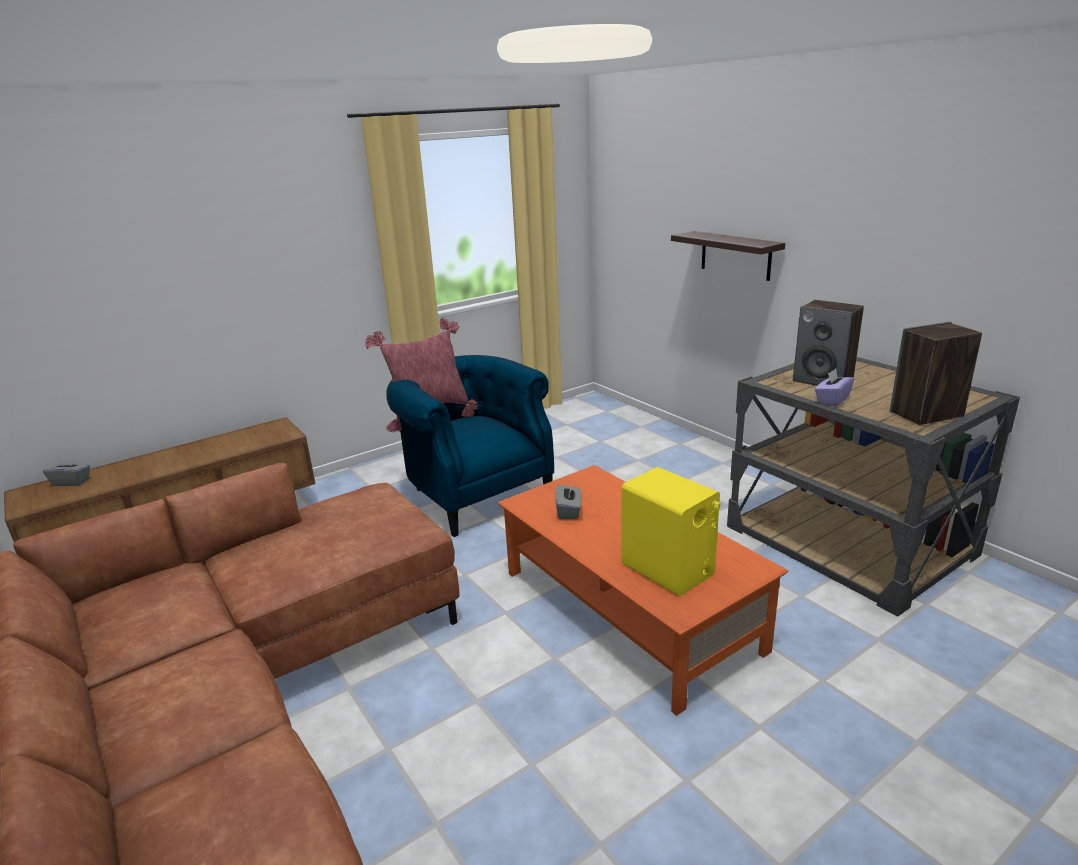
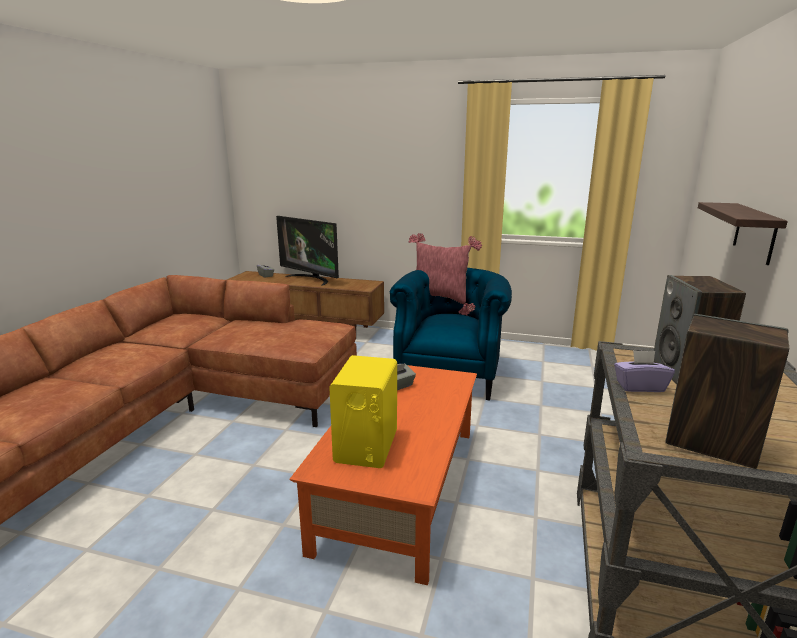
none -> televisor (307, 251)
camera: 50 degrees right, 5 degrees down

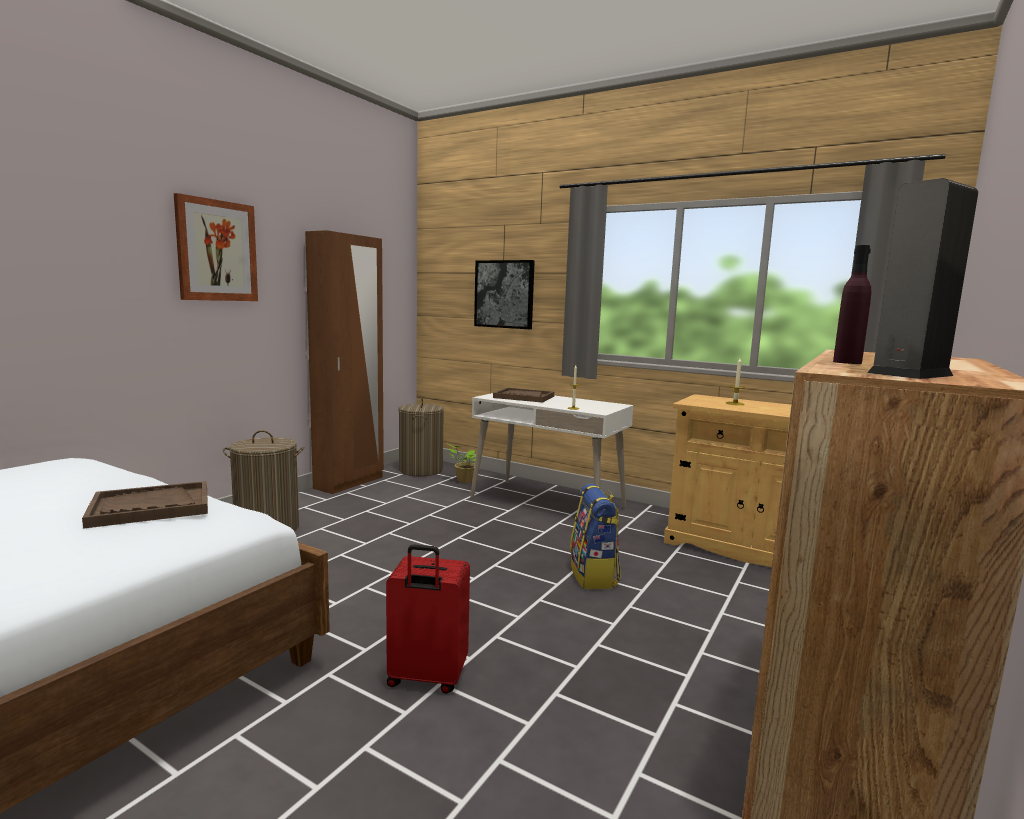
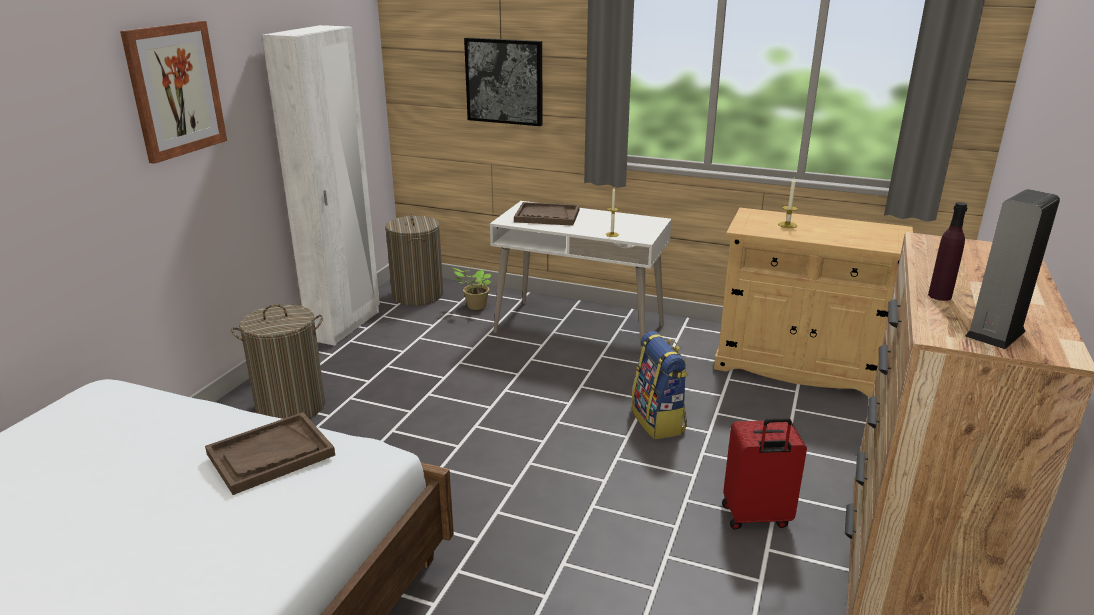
armario ropero [marrón] (344, 362) -> armario ropero [blanco] (321, 185)
maleta [rojo] (428, 619) -> maleta [rojo] (764, 474), moved
camera: 10 degrees left, 15 degrees up

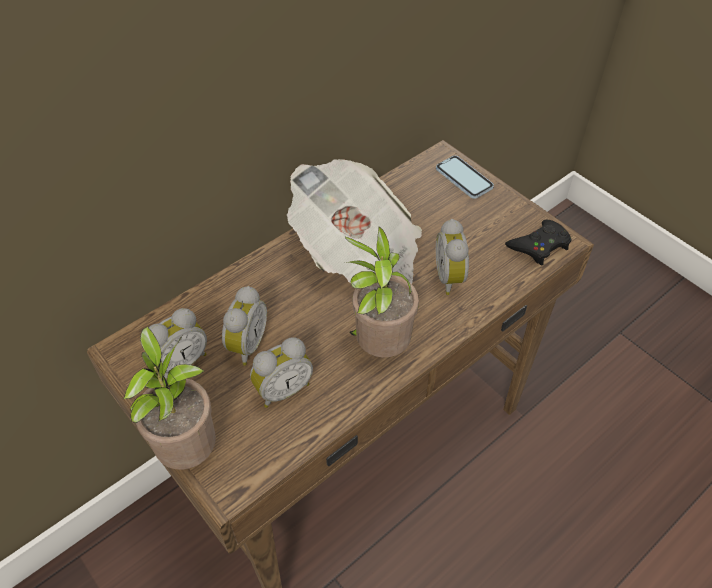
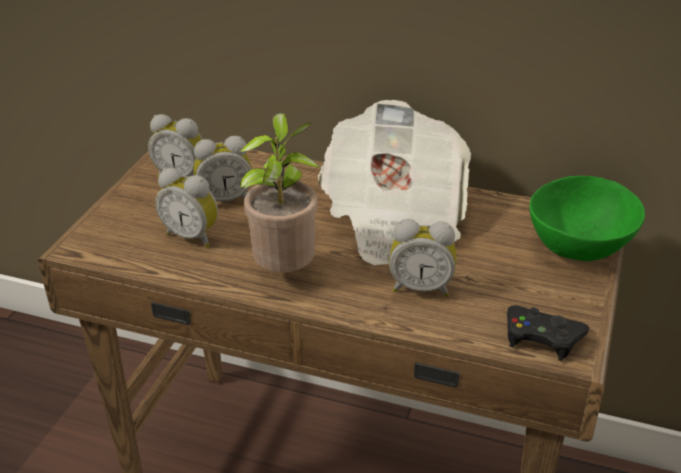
planta en maceta (169, 398) -> none
móvil (465, 177) -> cuenco [verde] (587, 218)
despertador (452, 257) -> despertador (422, 258), 135 degrees counterclockwise
camera: 60 degrees right, 15 degrees down

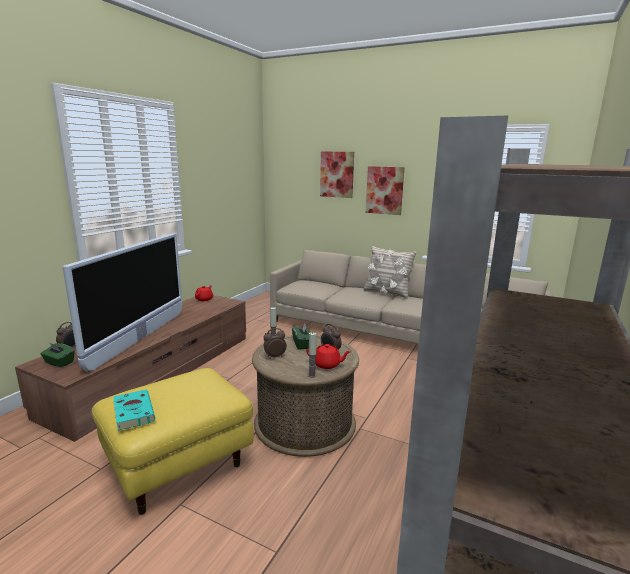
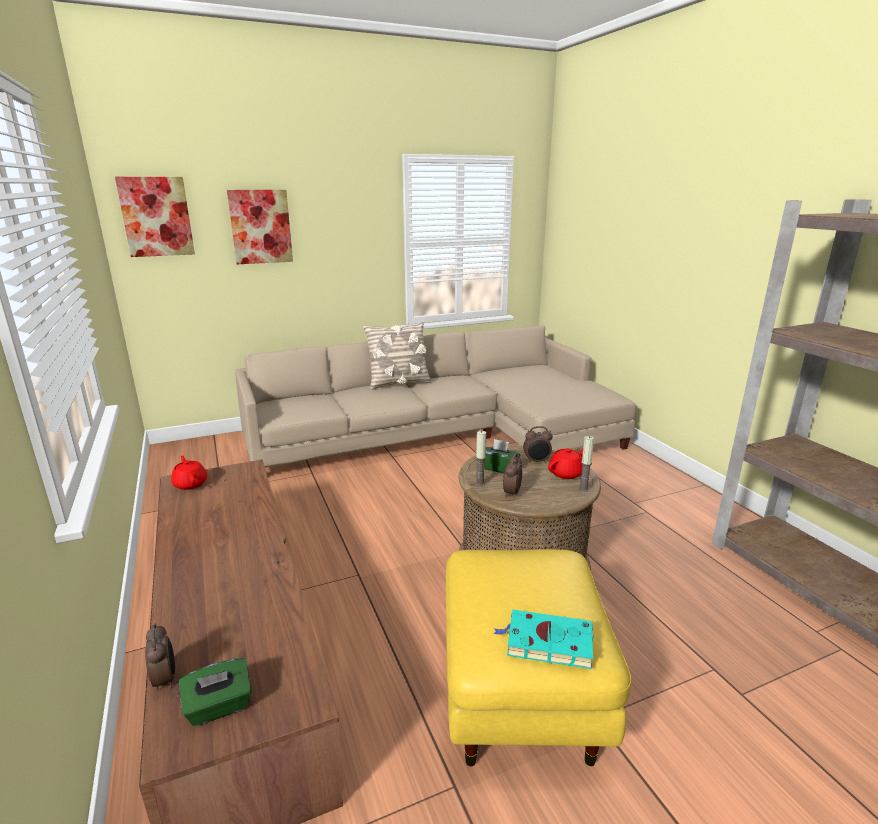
televisor (122, 302) -> none
cuadro (385, 190) -> cuadro (155, 217), moved
camera: 50 degrees left, 5 degrees up

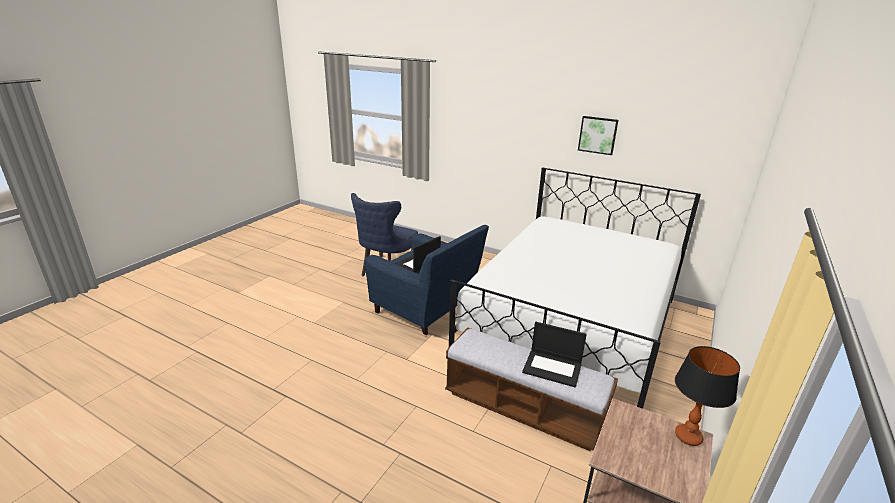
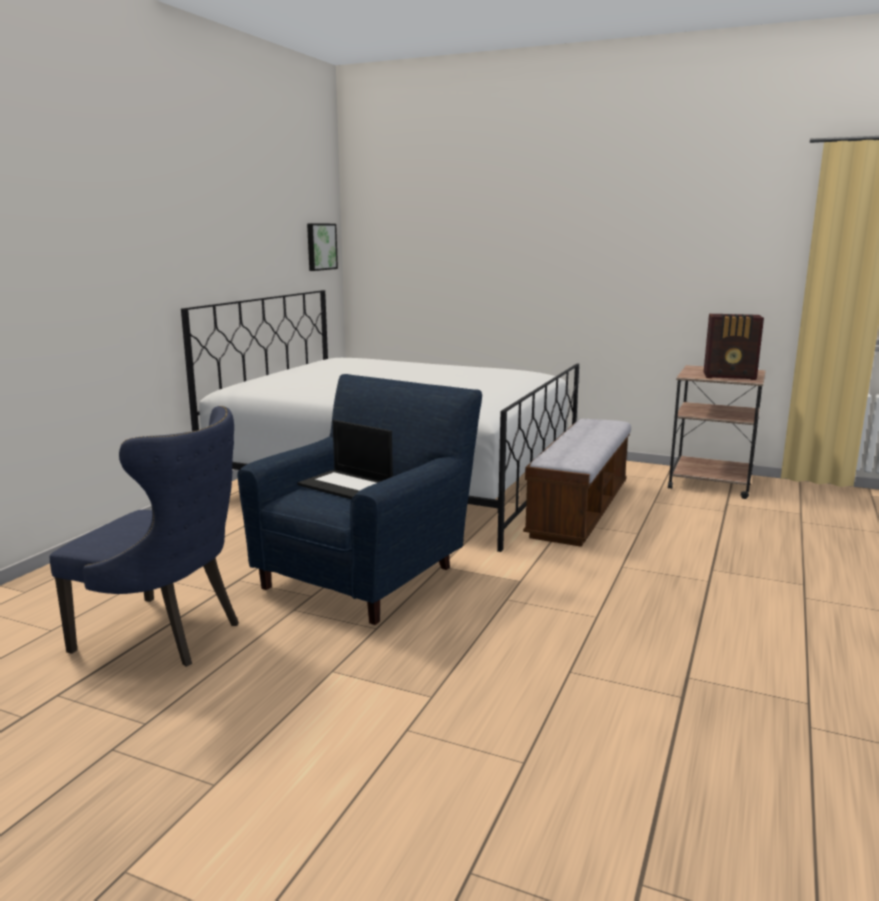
portátil (554, 355) -> none
cuadro (598, 135) -> cuadro (322, 247), moved
lámpara de mesa (707, 396) -> none
none -> radio (734, 347)
camera: 95 degrees left, 10 degrees down

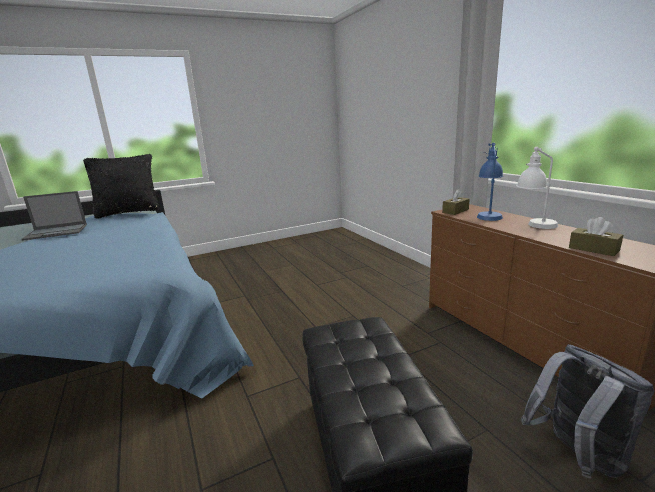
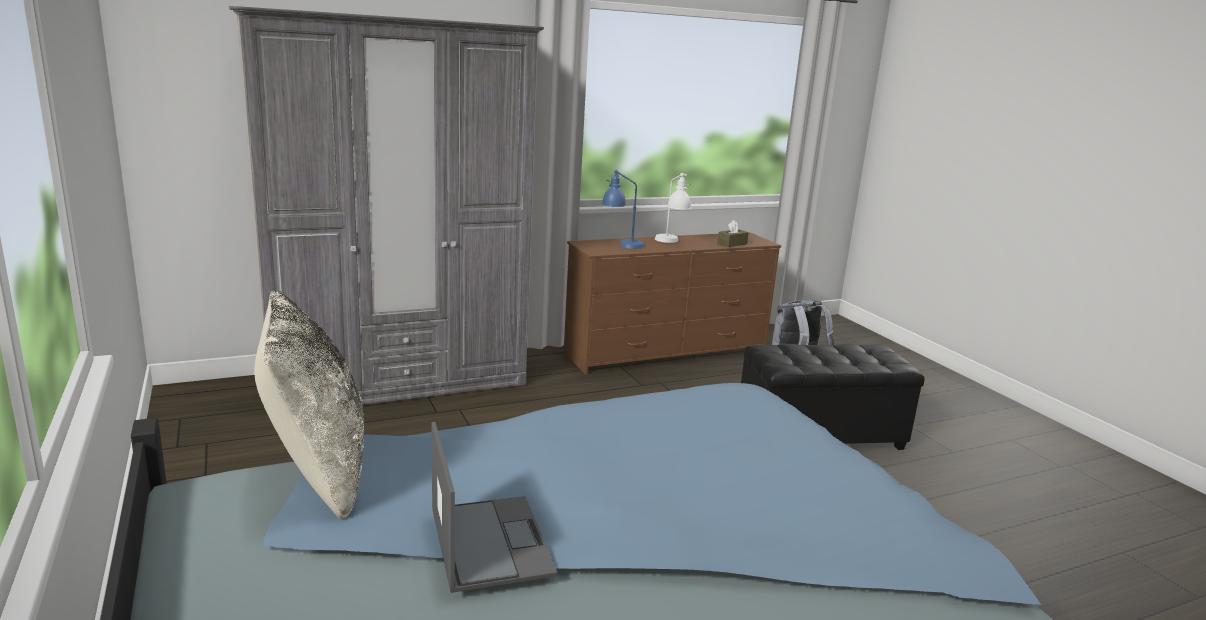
cojín [negro] (121, 186) -> cojín [beis] (309, 405)
caja de pañuelos [marrón] (456, 202) -> none
none -> armario ropero [gris] (386, 205)
camera: 90 degrees left, 0 degrees up

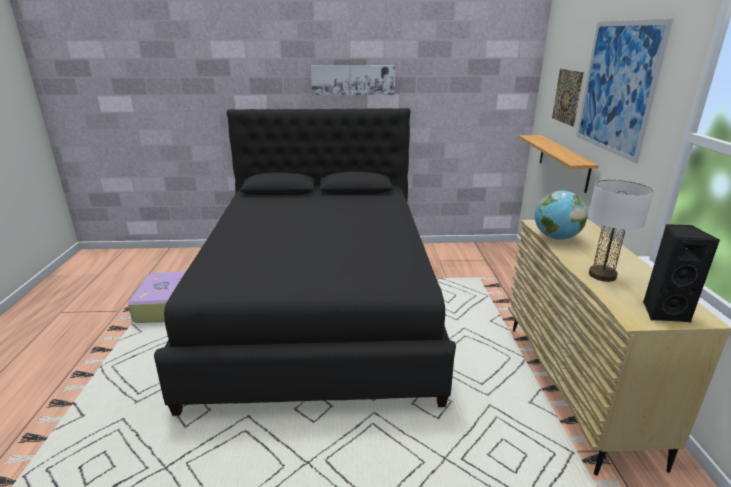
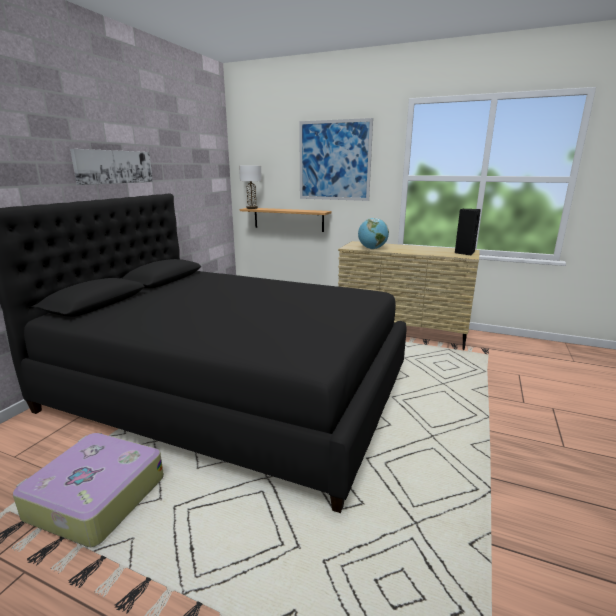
cuadro (568, 98) -> none
lámpara de mesa (621, 231) -> lámpara de mesa (250, 187), moved
camera: 65 degrees left, 5 degrees down

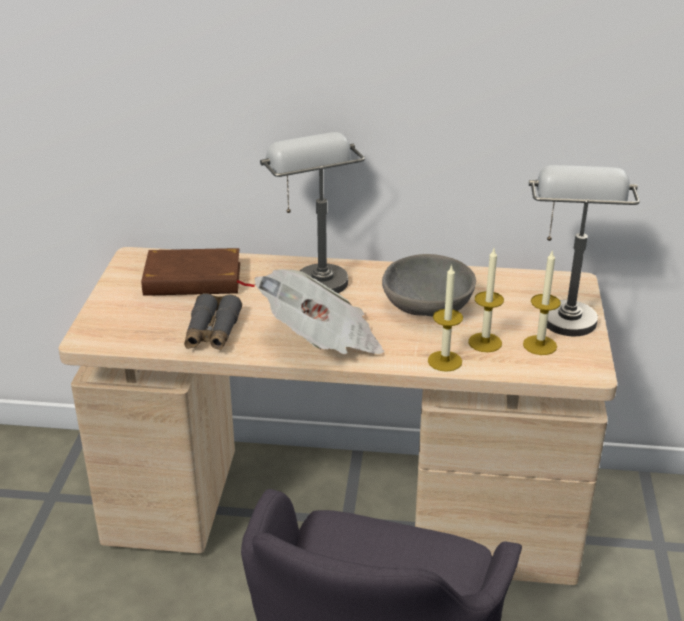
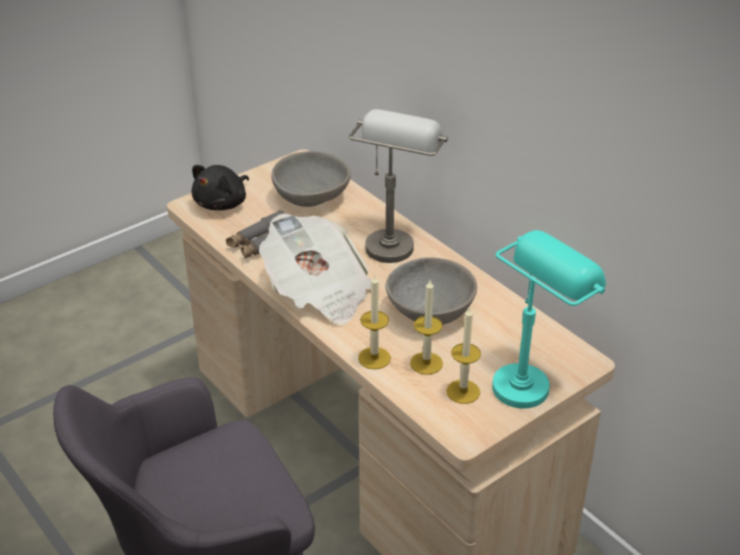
libro [marrón] (198, 272) -> cuenco [gris] (311, 179)
lámpara de mesa [gris] (584, 250) -> lámpara de mesa [turquesa] (549, 319)
none -> peluche [negro] (220, 187)
camera: 45 degrees right, 5 degrees up

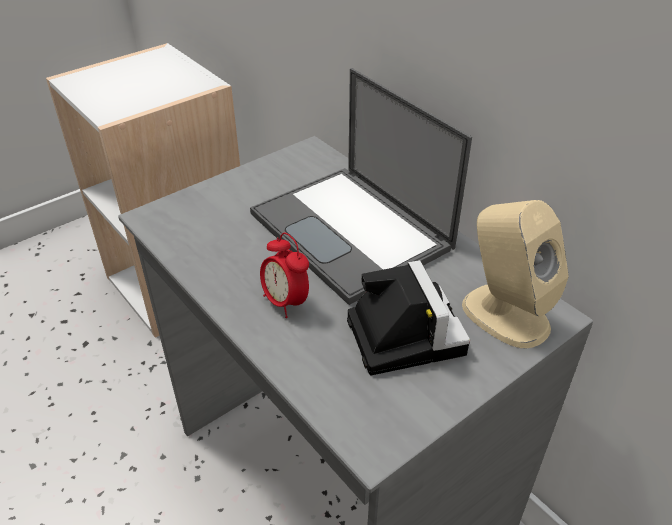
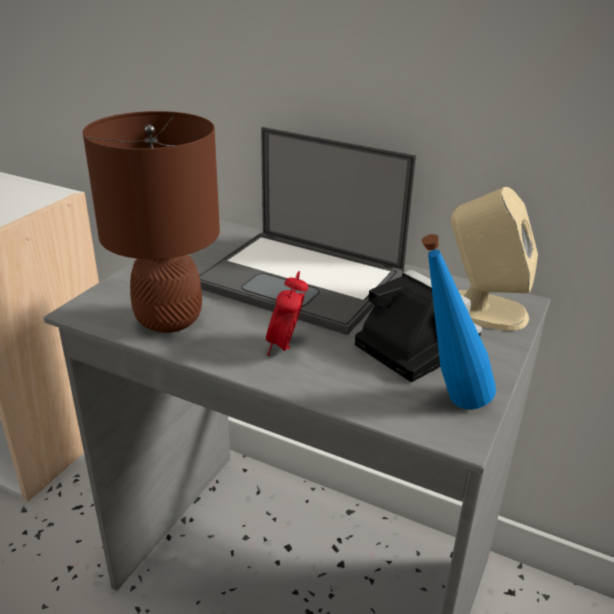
despertador (284, 275) -> despertador (287, 313), 75 degrees clockwise
none -> lámpara de mesa [marrón] (151, 222)
none -> botella [azul] (459, 321)
camera: 25 degrees left, 10 degrees down

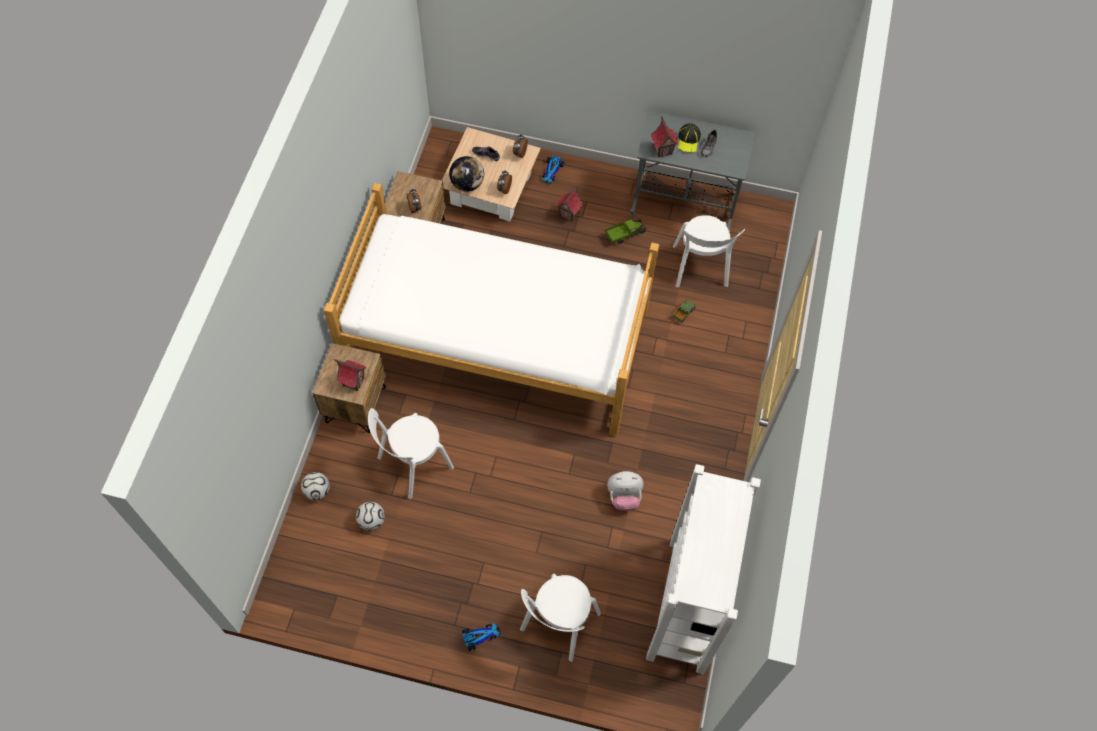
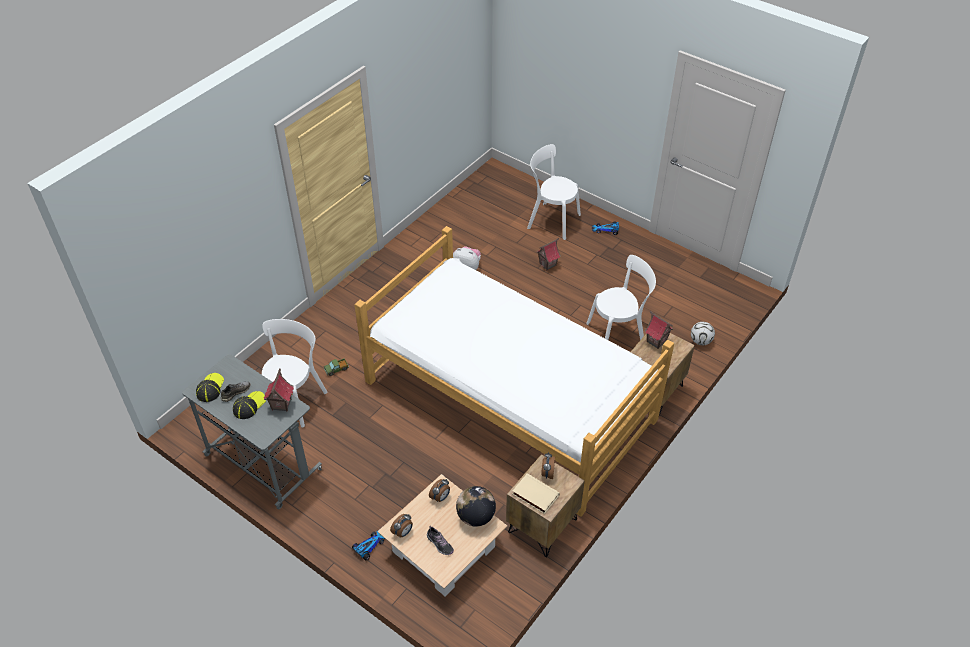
balón de fútbol (370, 516) -> none
silla [blanco] (560, 618) -> silla [blanco] (554, 192), 120 degrees counterclockwise
casita (569, 203) -> casita (549, 254), moved
camión de juguete (625, 231) -> none
estantería [blanco] (703, 569) -> none
none -> gorra (210, 387)
none -> libro [beis] (536, 493)
camera: 155 degrees left, 15 degrees down

